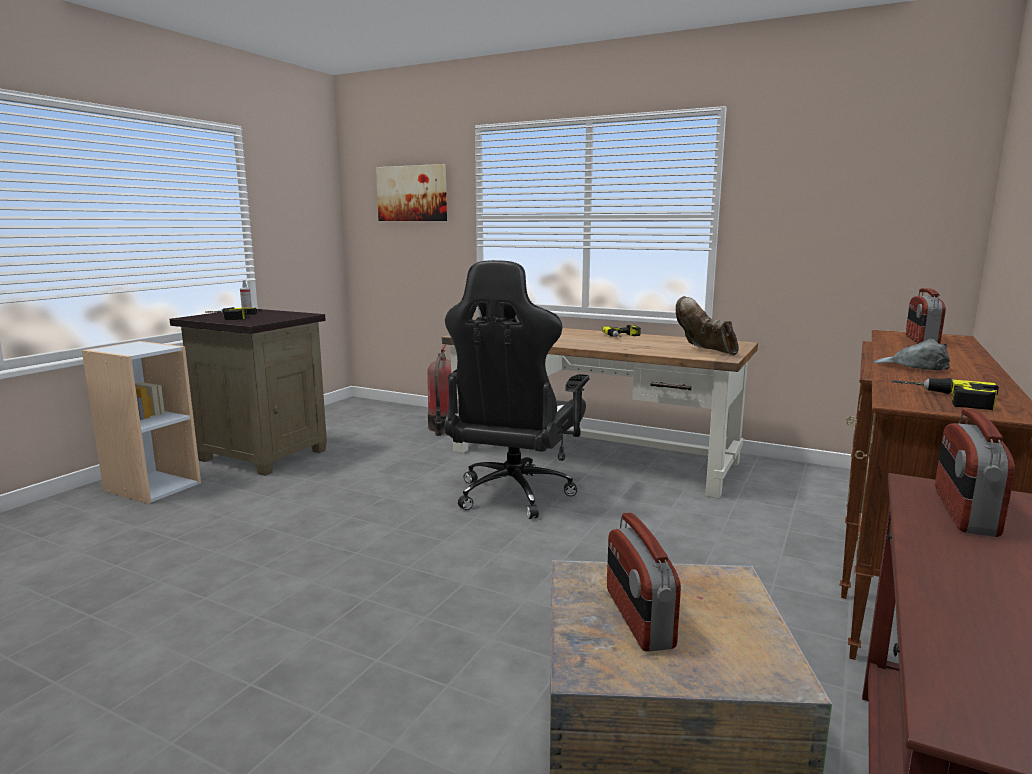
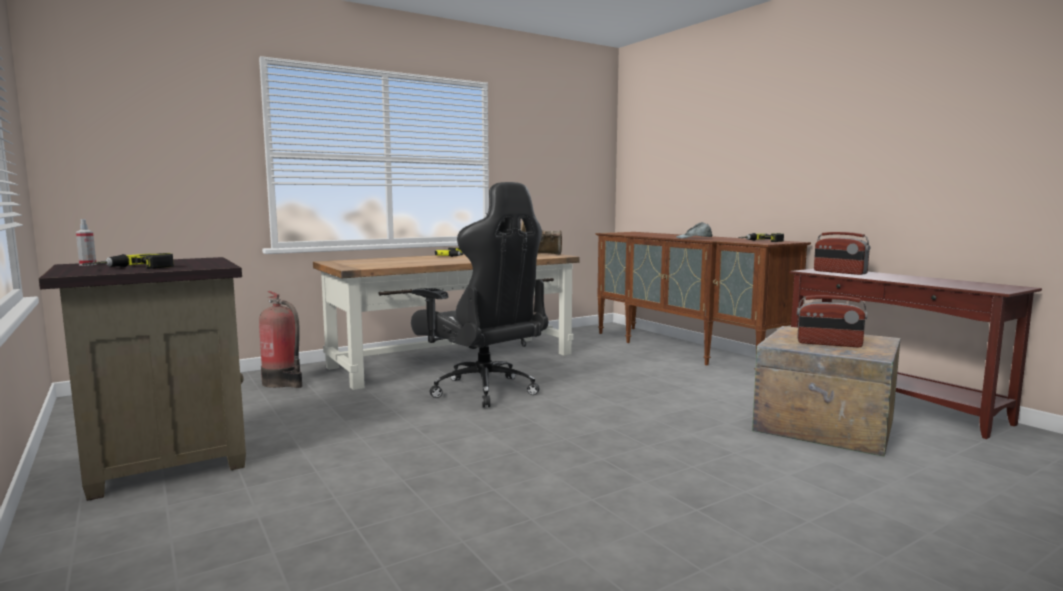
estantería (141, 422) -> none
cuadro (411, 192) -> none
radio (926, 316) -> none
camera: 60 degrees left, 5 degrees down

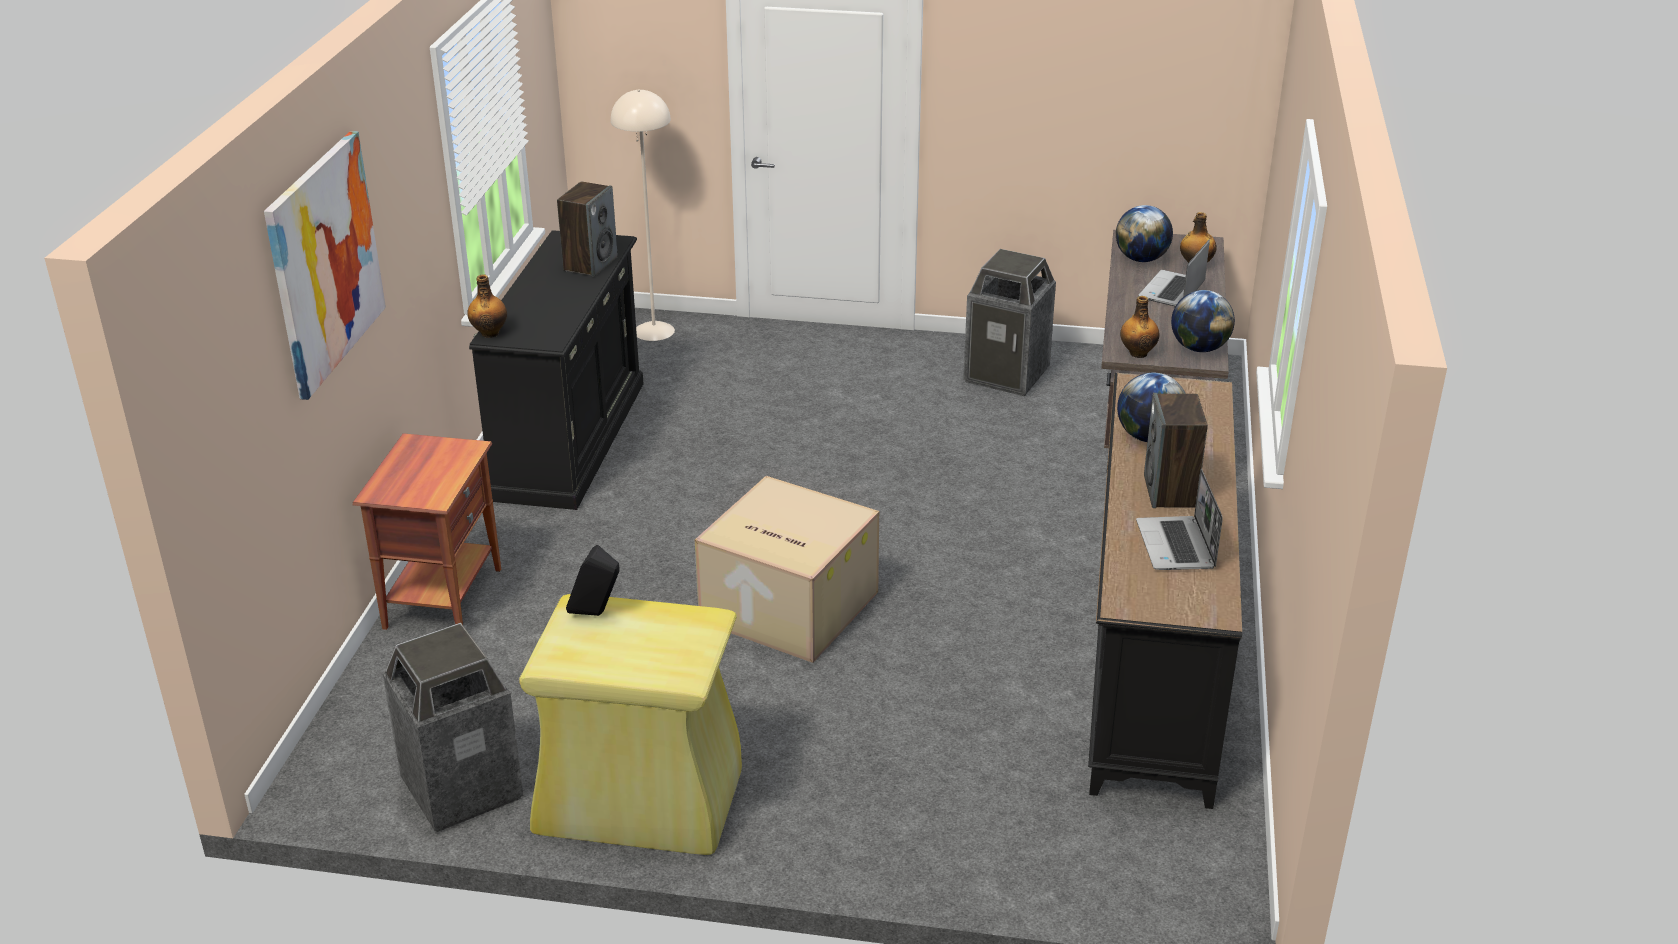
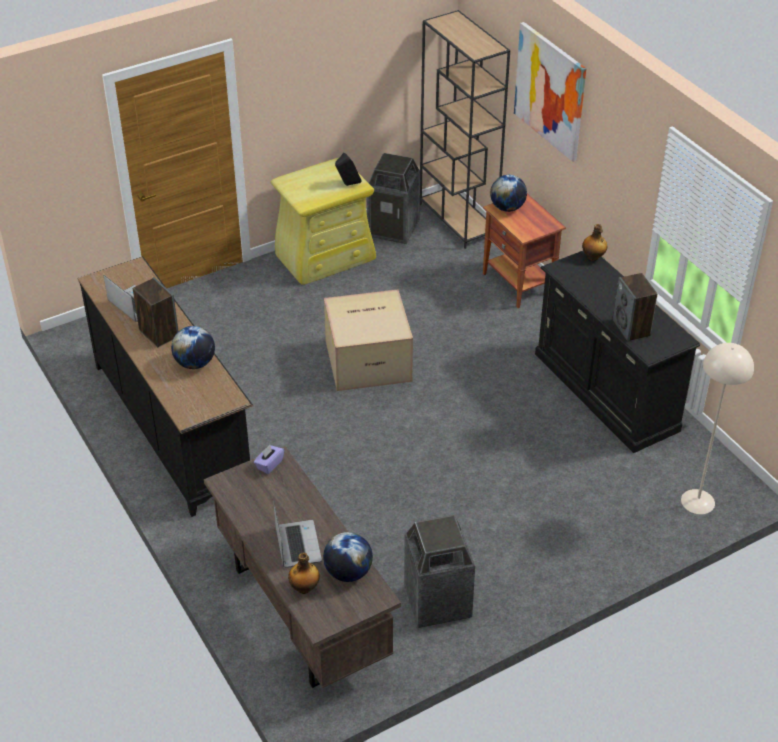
botella (1139, 327) -> caja de pañuelos [morado] (269, 459)
globo terráqueo (1203, 321) -> globo terráqueo (508, 193), moved
none -> estantería (465, 129)
camera: 140 degrees right, 10 degrees up

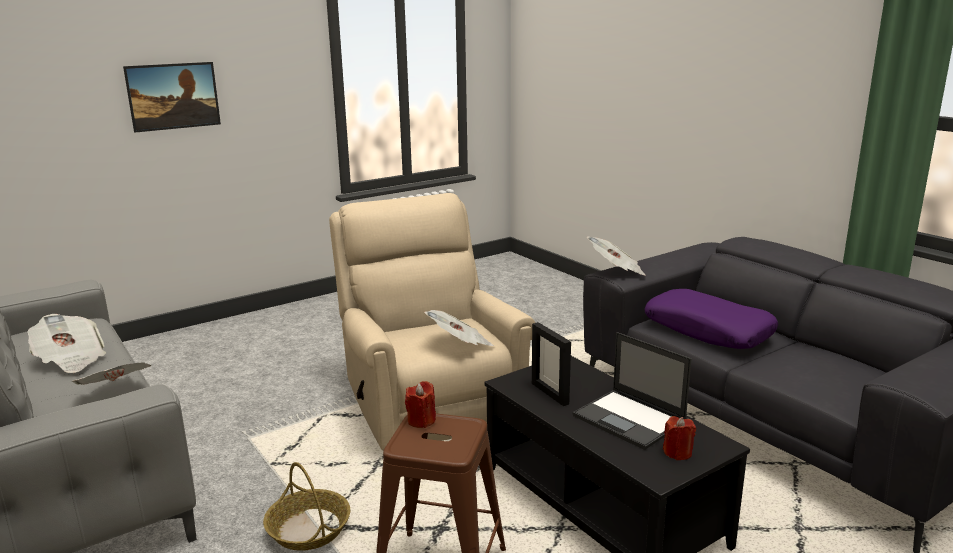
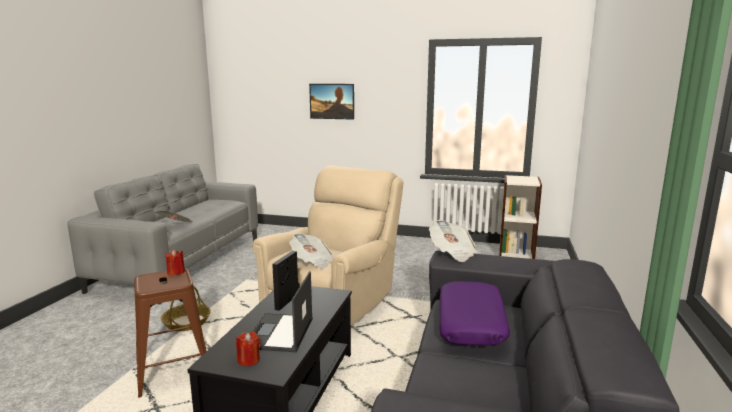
periódico (66, 343) -> none
none -> estantería (520, 217)
camera: 50 degrees right, 5 degrees down

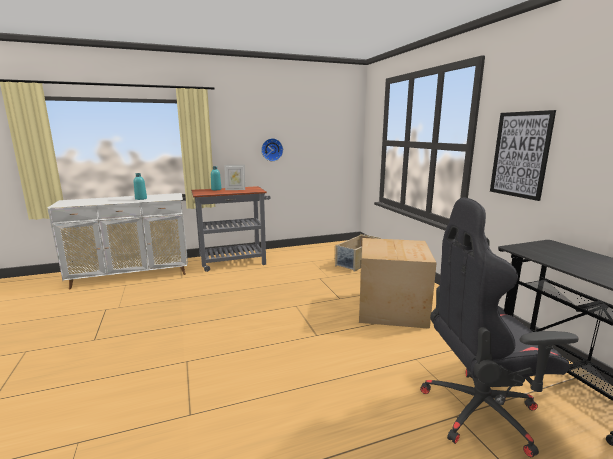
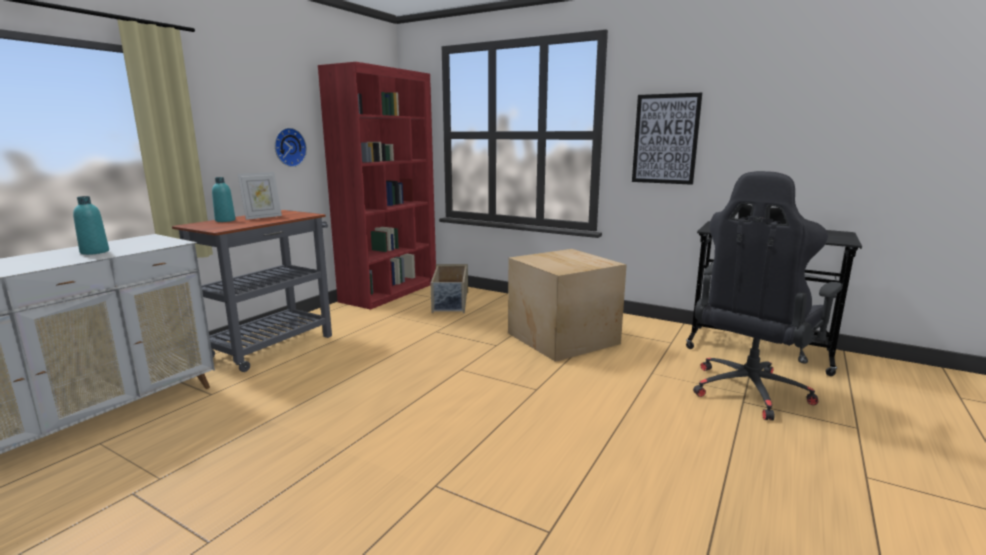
none -> estantería [rojo] (377, 186)
camera: 40 degrees left, 0 degrees up

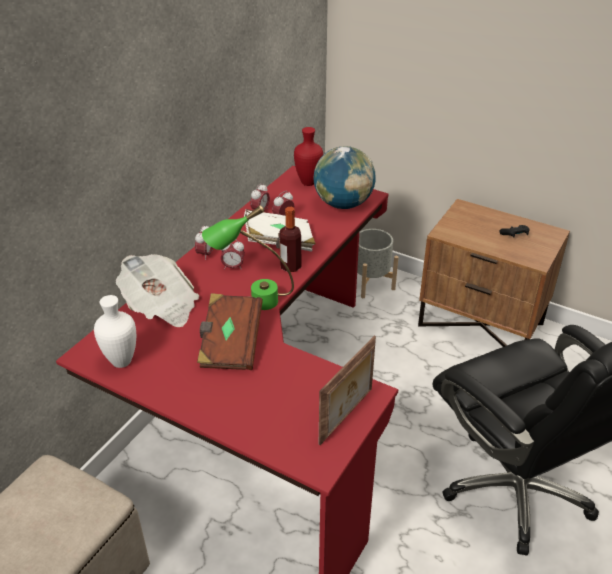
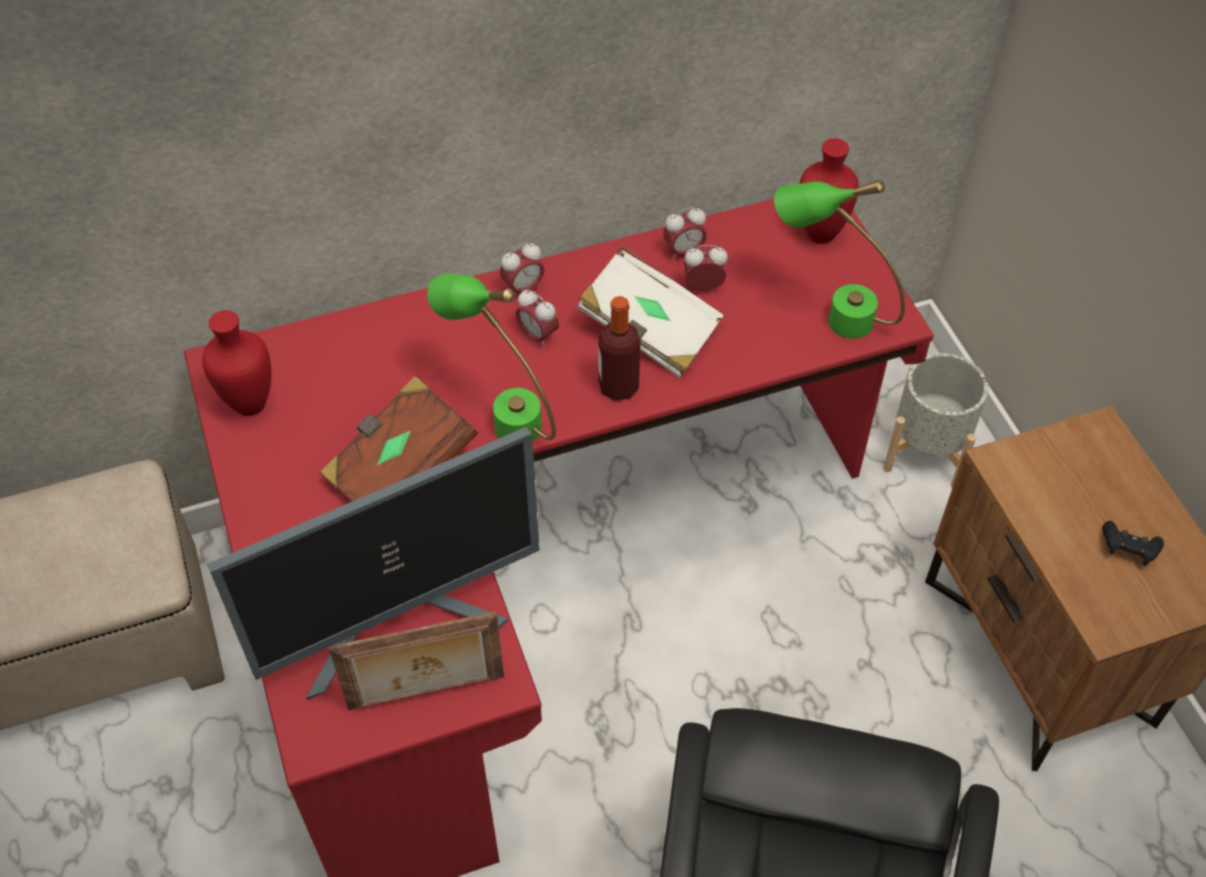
florero [blanco] (115, 331) -> florero [rojo] (237, 363)
periódico (157, 290) -> none
globo terráqueo (344, 177) -> lámpara de mesa [verde] (839, 259)
none -> monitor (373, 563)
camera: 40 degrees right, 15 degrees up

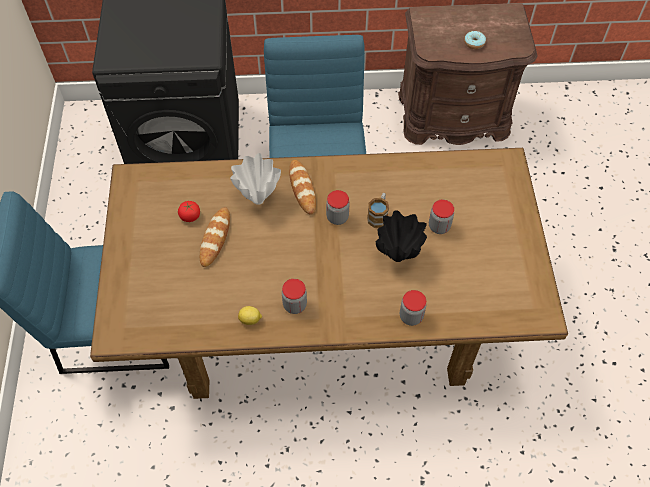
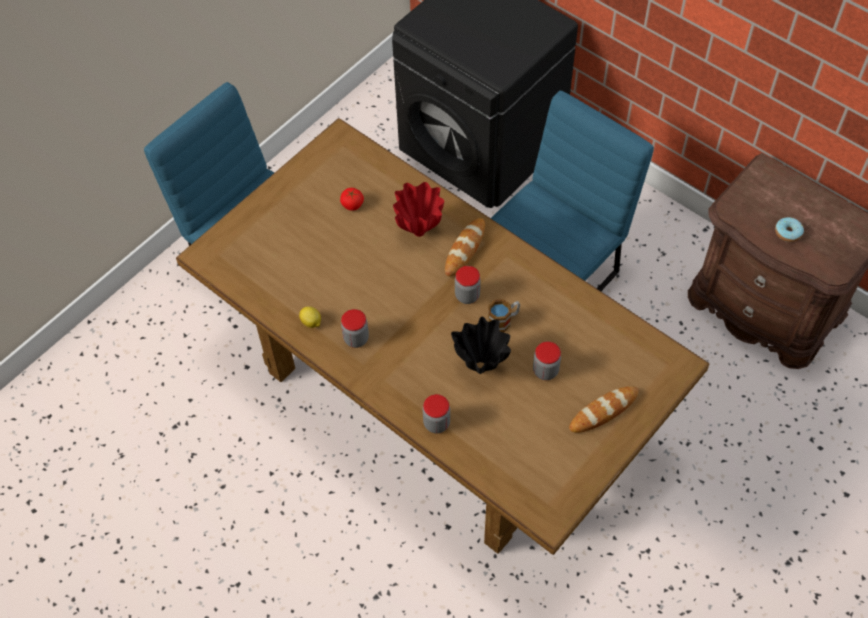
pan (215, 237) -> pan (604, 409), moved
florero [blanco] (255, 179) -> florero [rojo] (418, 209)
camera: 45 degrees right, 0 degrees up

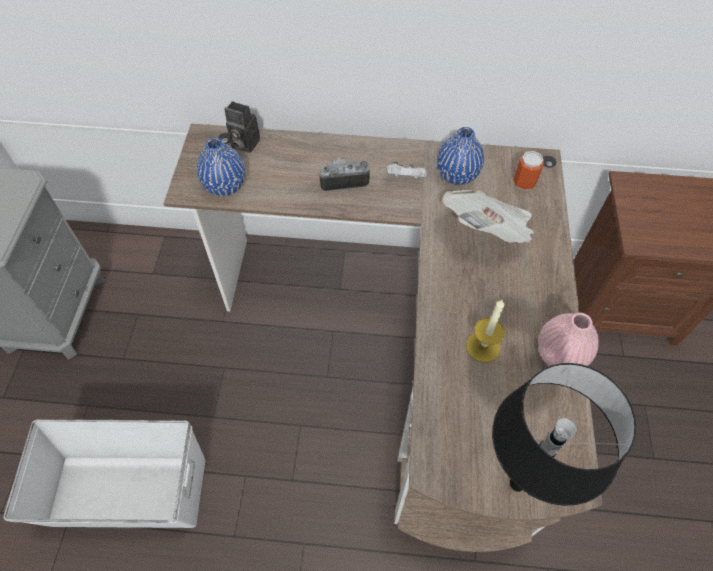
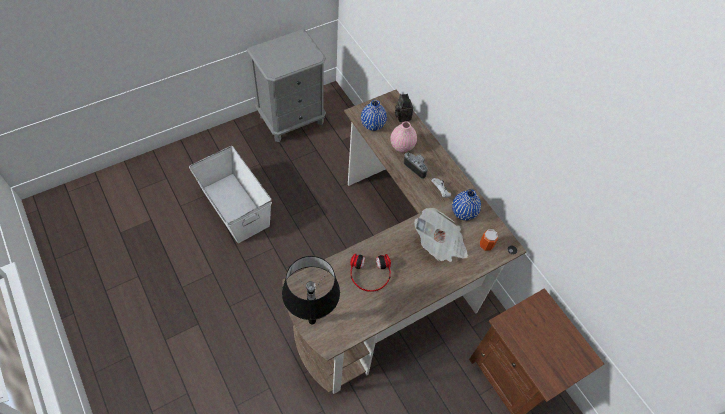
vela (485, 331) -> auriculares (370, 272)
florero [rosa] (568, 339) -> florero [rosa] (403, 136), moved
camera: 50 degrees right, 0 degrees up

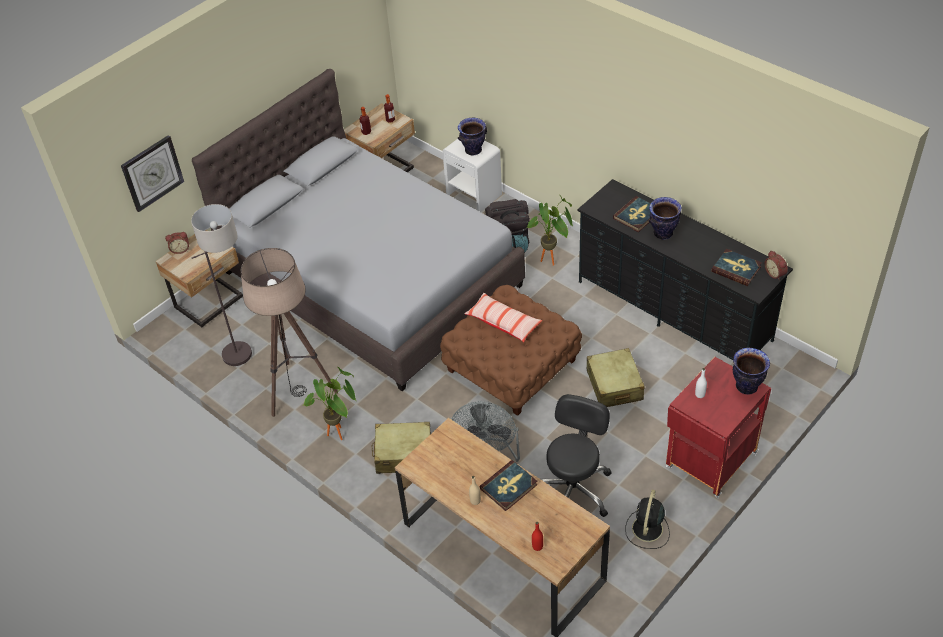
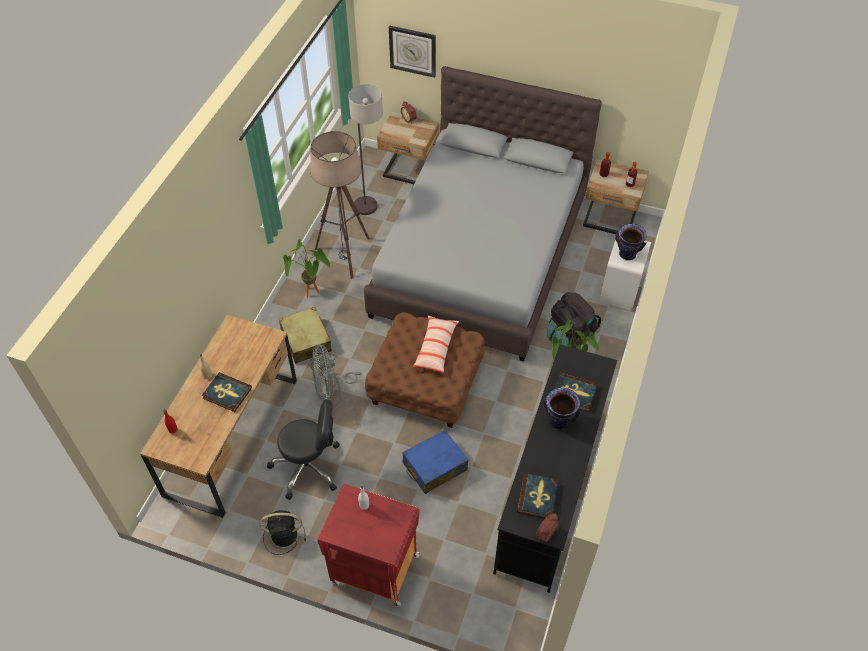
maleta [beis] (616, 377) -> maleta [azul] (435, 462)
florero (751, 371) -> none
camera: 65 degrees right, 5 degrees up

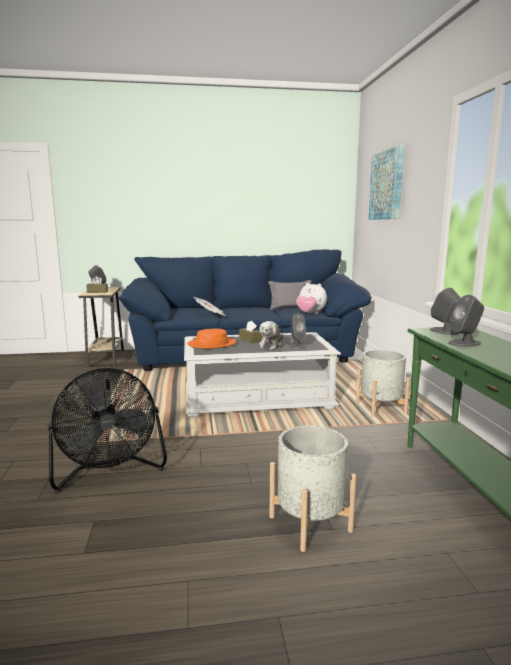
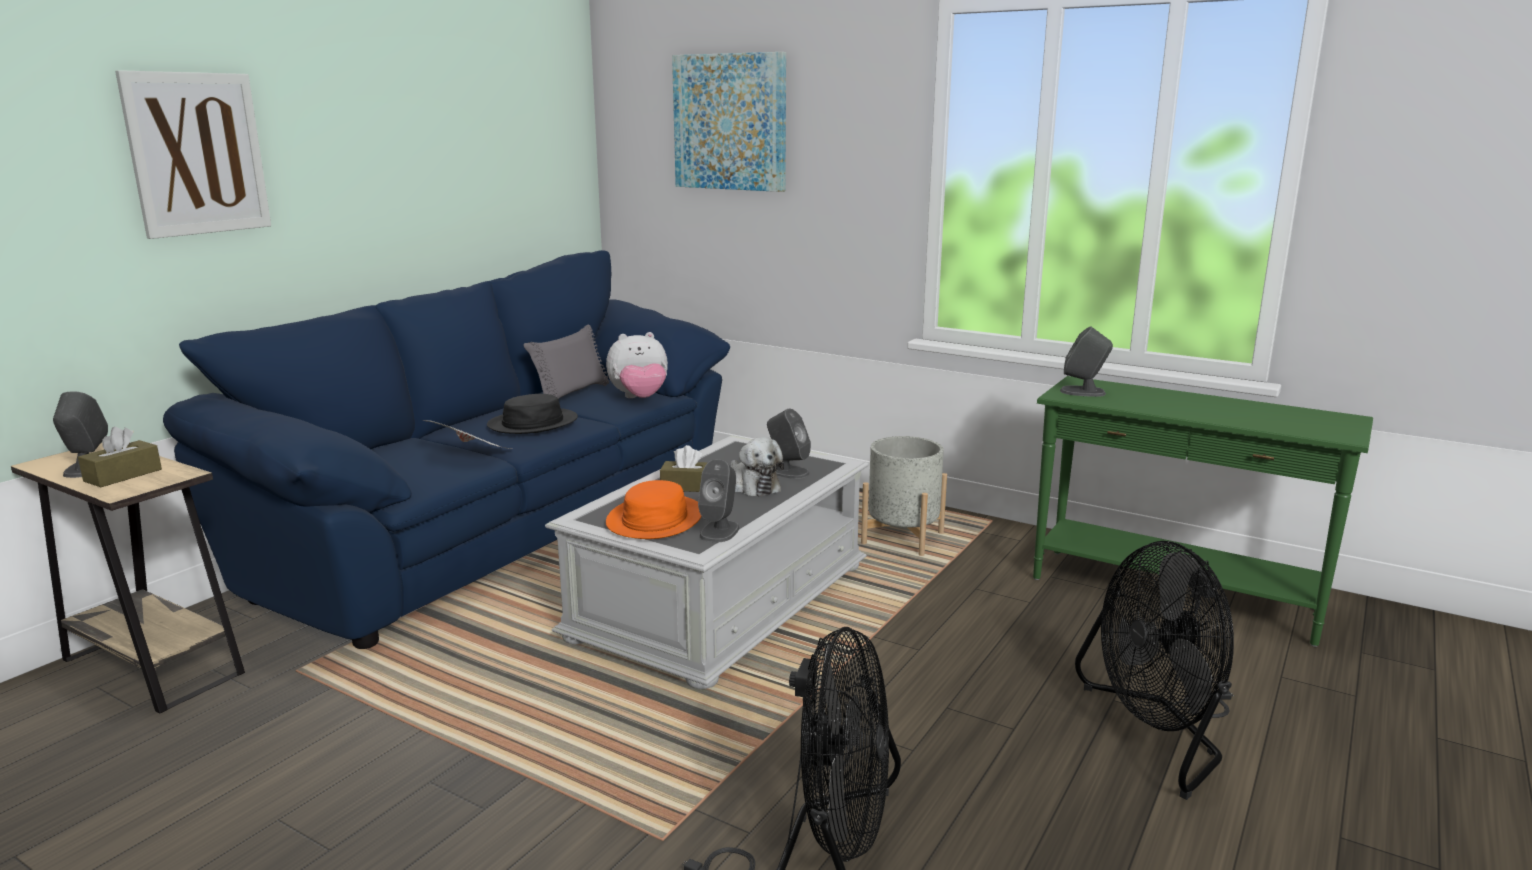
maceta [gris] (313, 488) -> ventilador [negro] (1154, 670)
altavoz [gris] (466, 321) -> altavoz [gris] (718, 500), moved
none -> cuadro (193, 154)
none -> sombrero [negro] (532, 414)
camera: 50 degrees left, 5 degrees up

